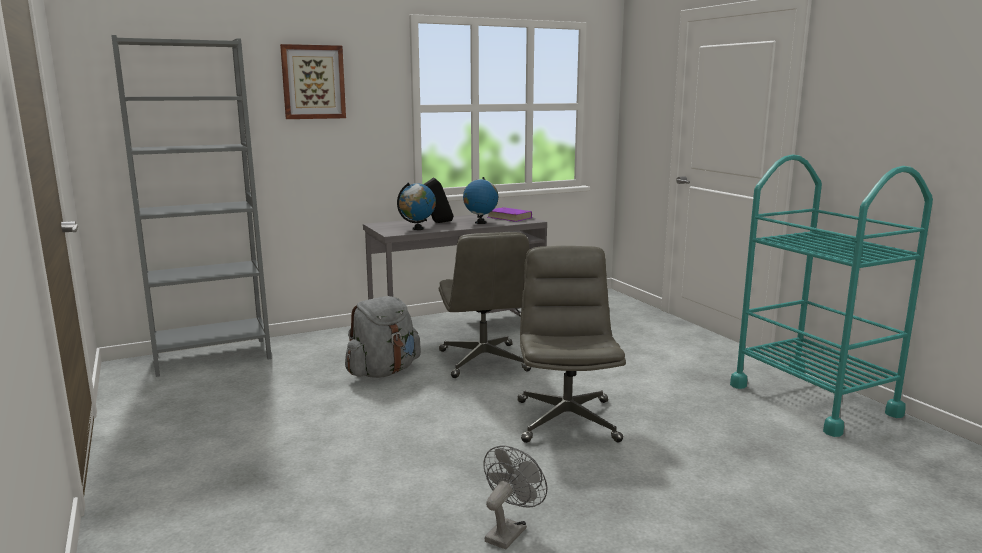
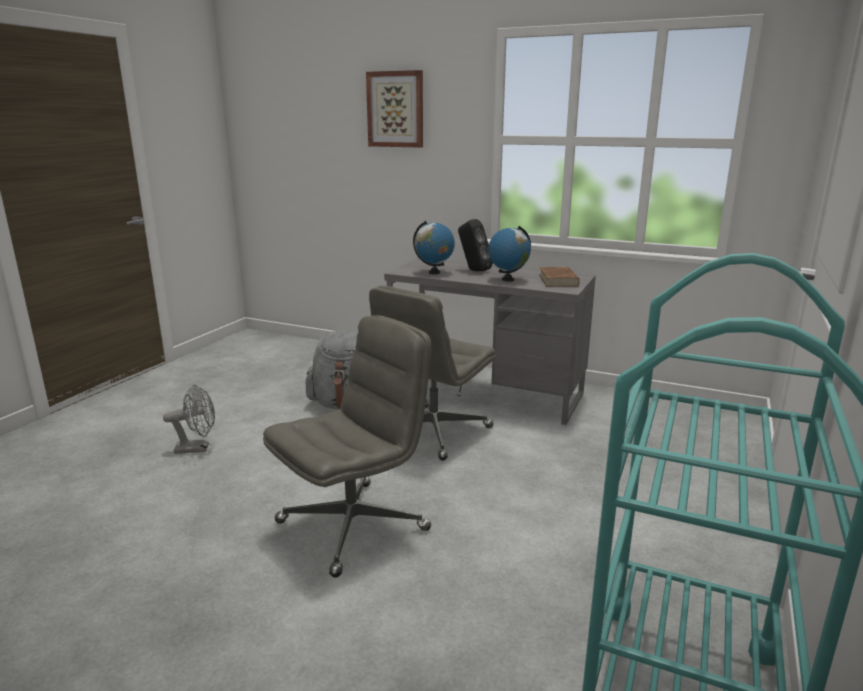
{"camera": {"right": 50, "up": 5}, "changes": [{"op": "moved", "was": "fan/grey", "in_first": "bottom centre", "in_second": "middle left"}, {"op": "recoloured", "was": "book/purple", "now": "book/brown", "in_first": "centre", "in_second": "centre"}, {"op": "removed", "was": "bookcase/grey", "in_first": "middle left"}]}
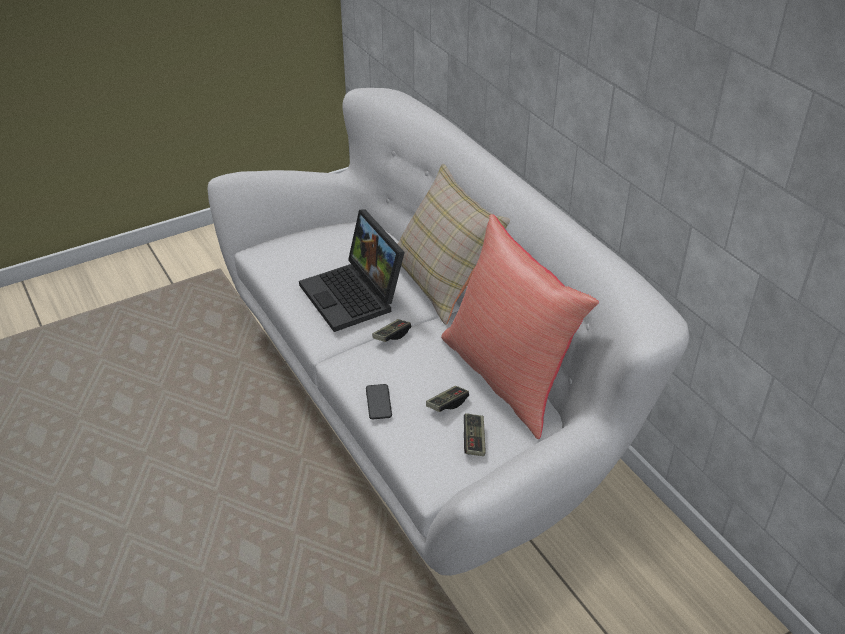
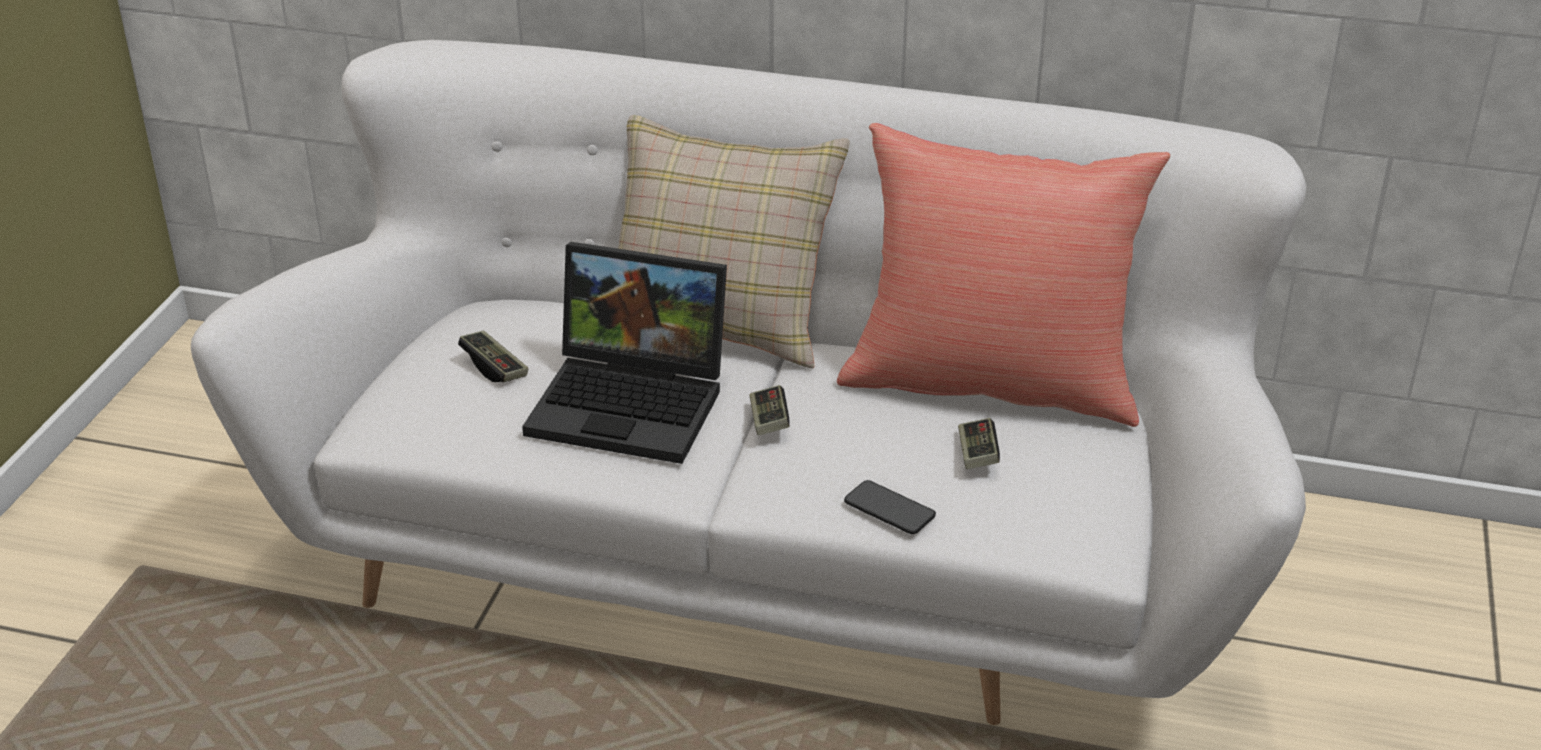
{"camera": {"right": -45, "up": -5}, "changes": [{"op": "moved", "was": "game controller (3rd from left in the first image)", "now": "game controller (1st from left)", "in_first": "bottom centre", "in_second": "middle left"}]}
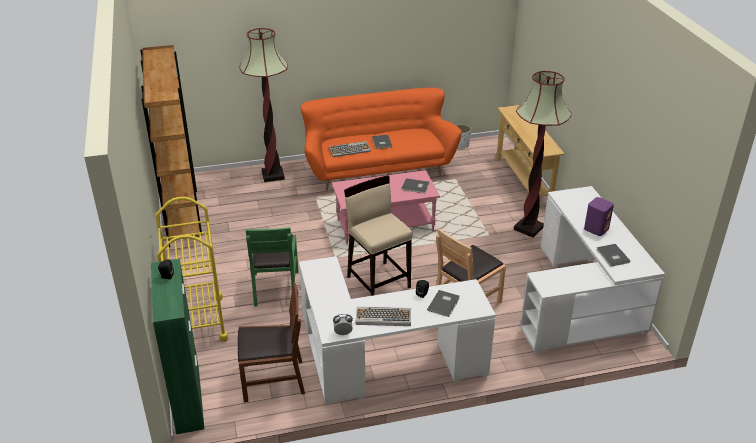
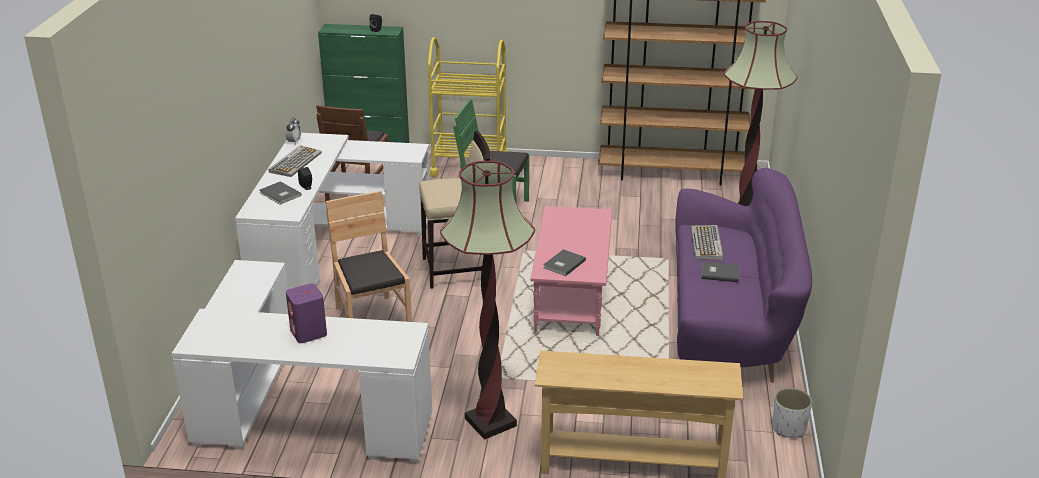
{"camera": {"right": 110, "up": -5}, "changes": [{"op": "recoloured", "was": "sofa/orange", "now": "sofa/purple", "in_first": "top centre", "in_second": "middle right"}, {"op": "removed", "was": "book/grey (4th from left)", "in_first": "middle right"}]}
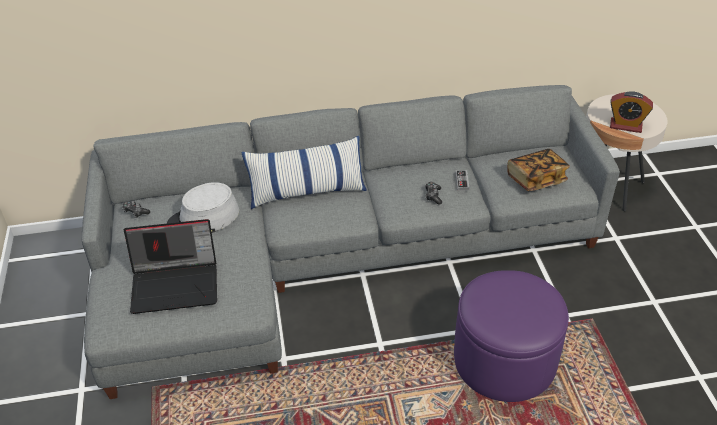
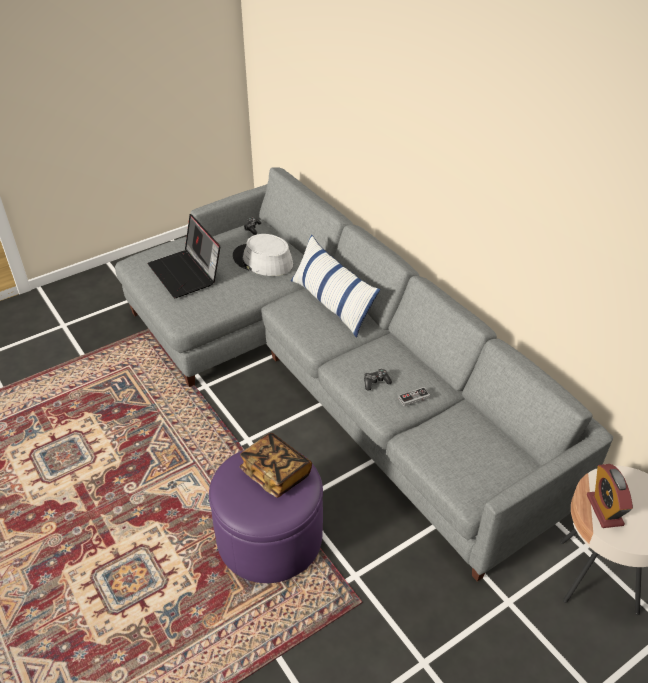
{"camera": {"right": 65, "up": 0}, "changes": [{"op": "moved", "was": "book", "in_first": "middle right", "in_second": "bottom centre"}]}
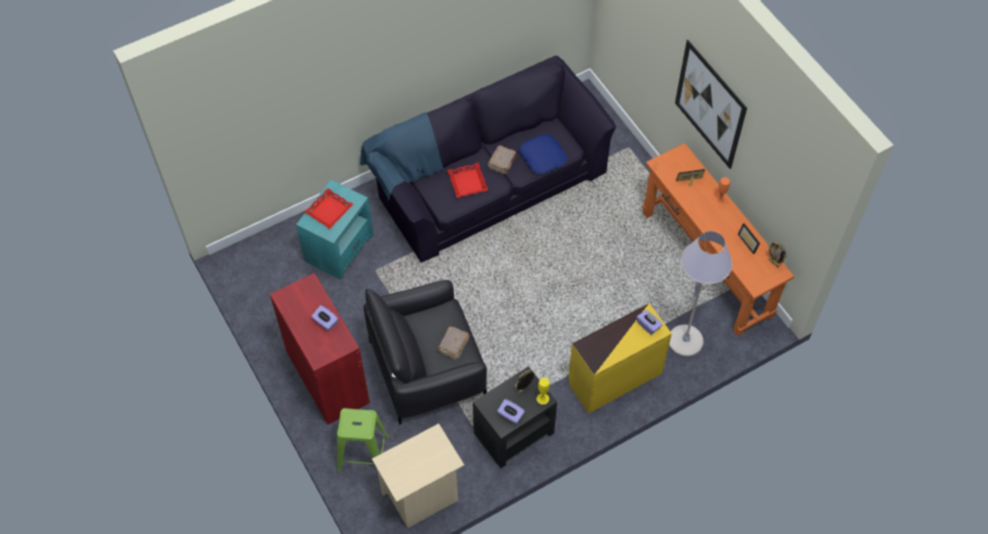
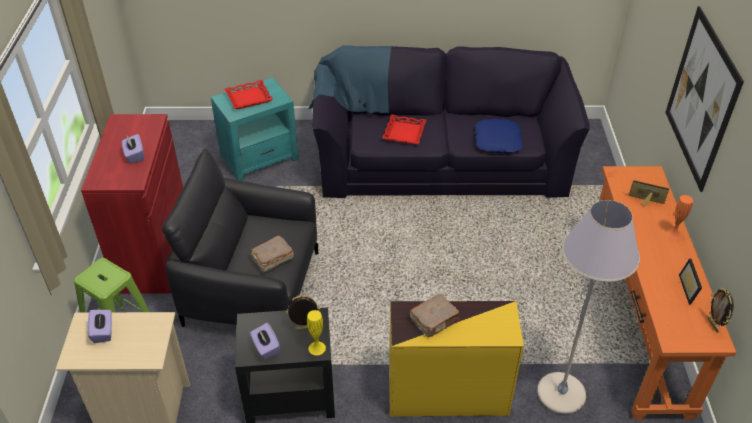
{"camera": {"right": 30, "up": -15}, "changes": [{"op": "moved", "was": "tissue box/purple (3rd from left in the first image)", "now": "tissue box/purple (1st from left)", "in_first": "centre", "in_second": "bottom left"}, {"op": "moved", "was": "book/brown (2nd from left)", "in_first": "top centre", "in_second": "bottom centre"}]}
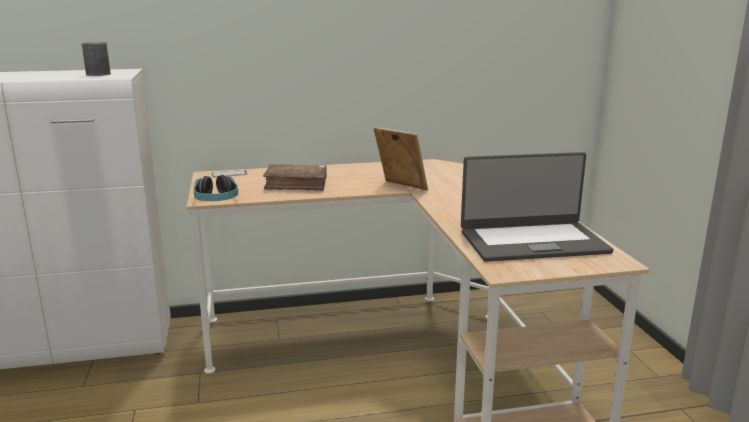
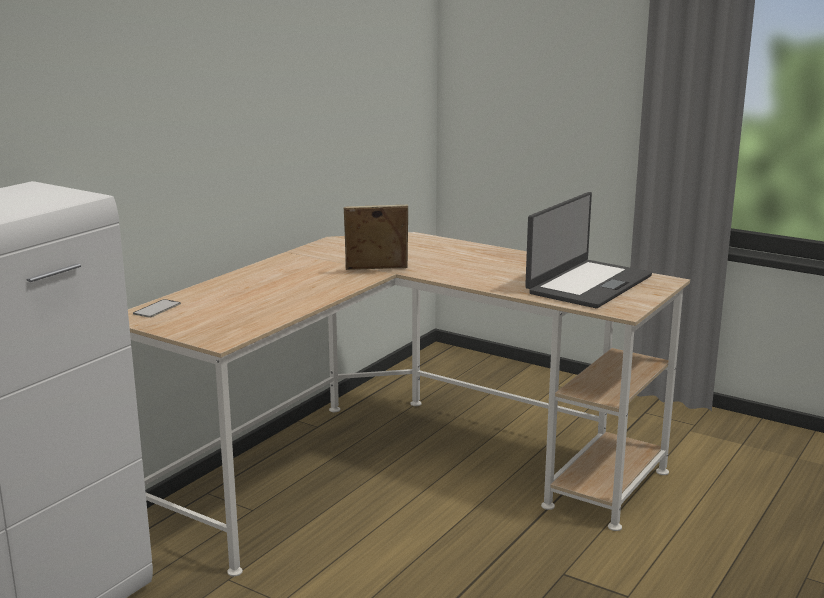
{"camera": {"right": -45, "up": 0}, "changes": [{"op": "removed", "was": "can", "in_first": "top left"}, {"op": "removed", "was": "headphones", "in_first": "middle left"}, {"op": "removed", "was": "book/brown", "in_first": "centre"}]}
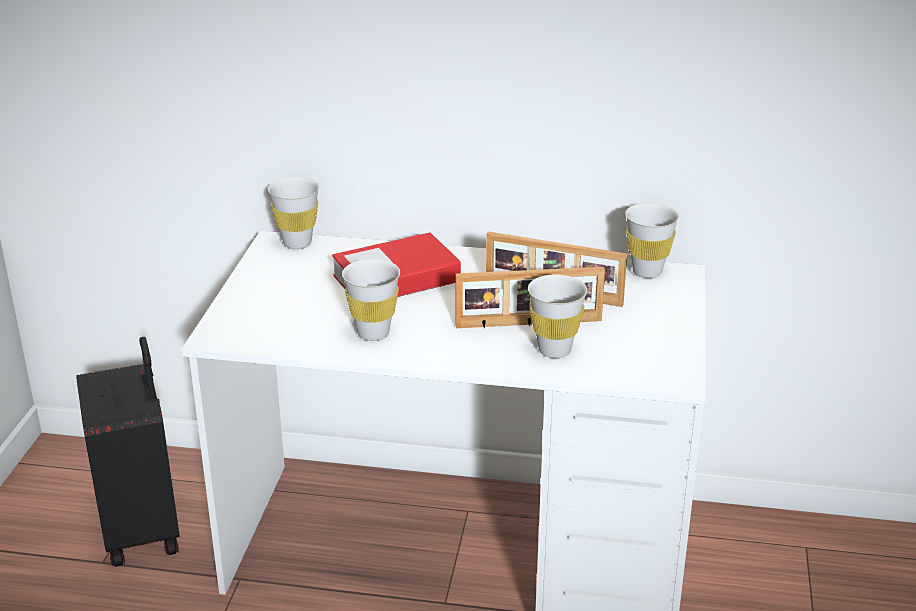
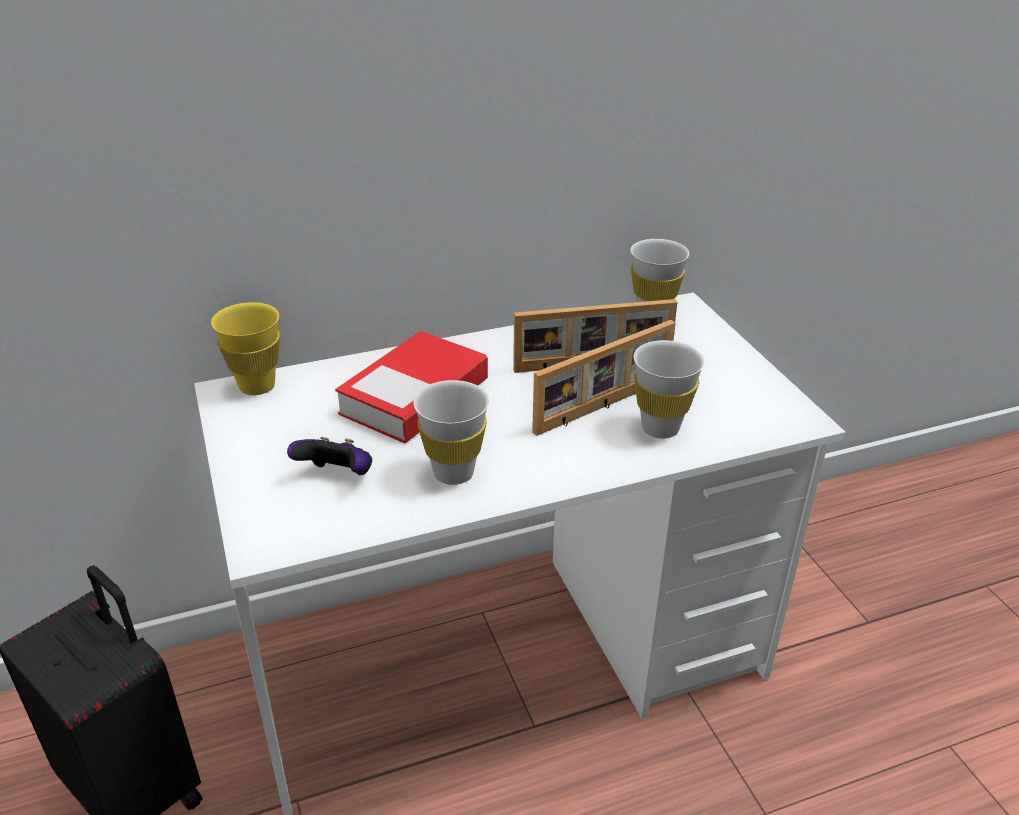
{"camera": {"right": -30, "up": 5}, "changes": [{"op": "recoloured", "was": "cup/white (1st from left)", "now": "cup/yellow", "in_first": "middle left", "in_second": "middle left"}, {"op": "added", "now": "game controller", "in_second": "middle left"}]}
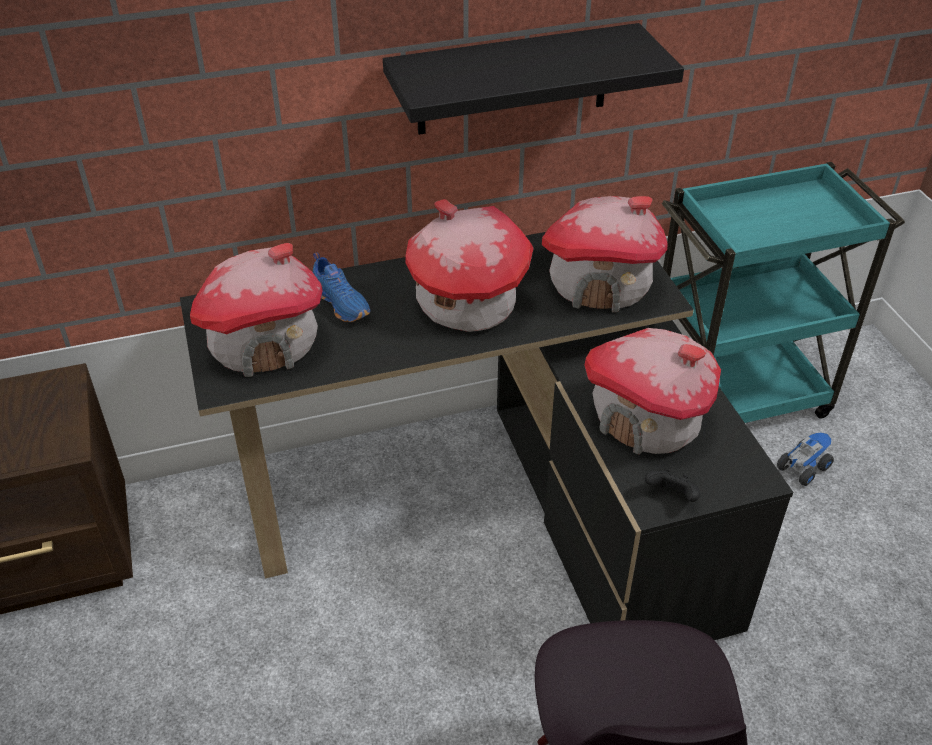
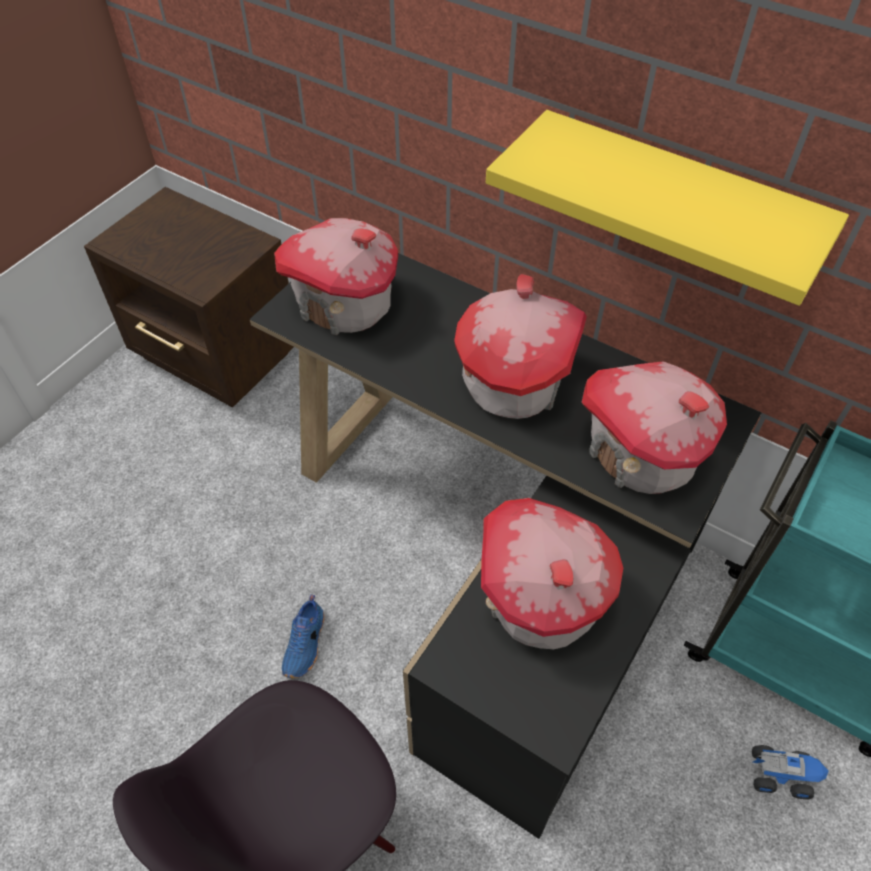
{"camera": {"right": 50, "up": 10}, "changes": [{"op": "moved", "was": "shoe/blue", "in_first": "centre", "in_second": "bottom centre"}, {"op": "recoloured", "was": "shelf/black", "now": "shelf/yellow", "in_first": "top centre", "in_second": "top right"}, {"op": "removed", "was": "game controller/black", "in_first": "middle right"}]}
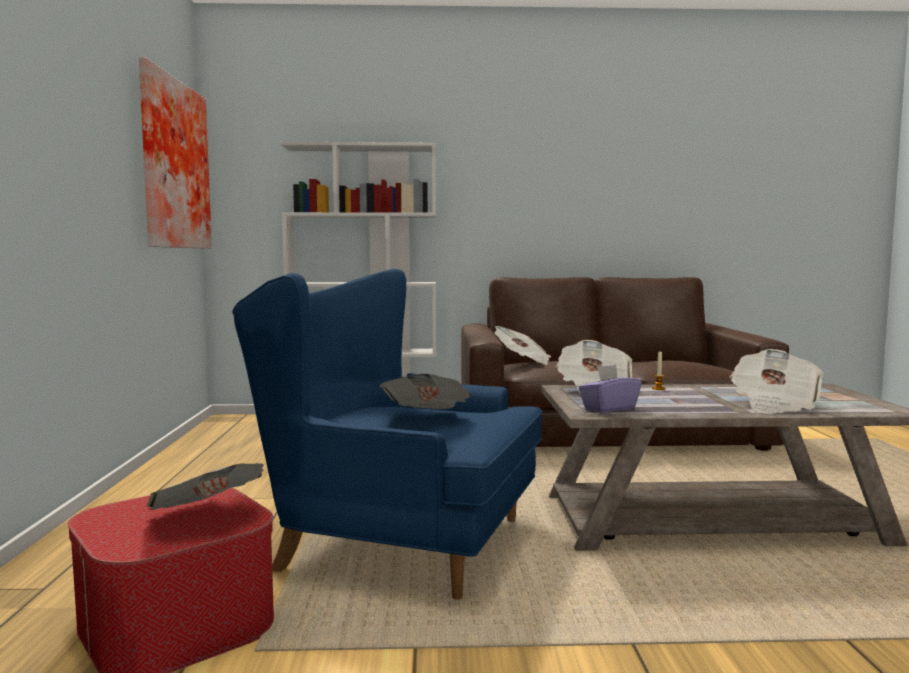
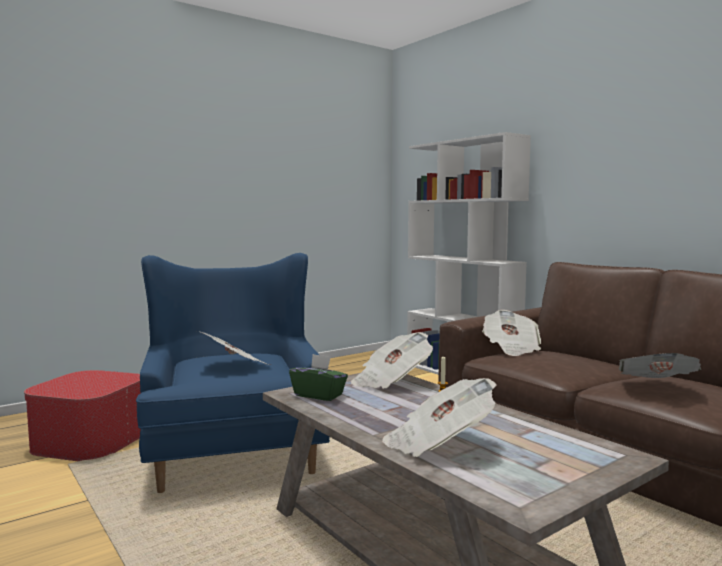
{"camera": {"right": 55, "up": 0}, "changes": [{"op": "recoloured", "was": "tissue box/purple", "now": "tissue box/green", "in_first": "middle right", "in_second": "centre"}, {"op": "moved", "was": "newspaper (1st from left in the first image)", "now": "newspaper (5th from left)", "in_first": "bottom left", "in_second": "middle right"}, {"op": "removed", "was": "picture", "in_first": "top left"}]}
